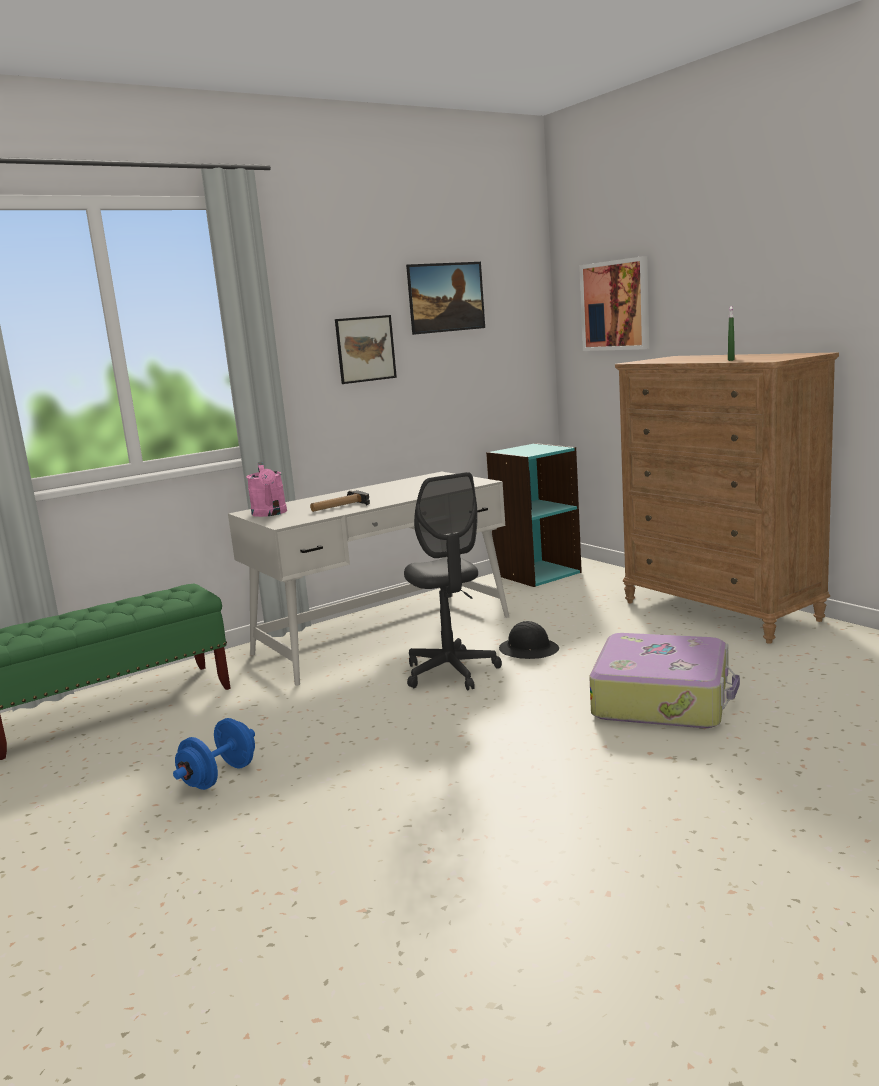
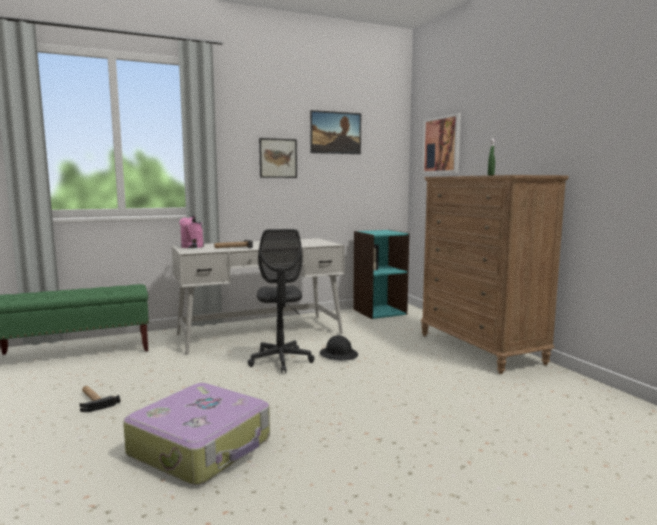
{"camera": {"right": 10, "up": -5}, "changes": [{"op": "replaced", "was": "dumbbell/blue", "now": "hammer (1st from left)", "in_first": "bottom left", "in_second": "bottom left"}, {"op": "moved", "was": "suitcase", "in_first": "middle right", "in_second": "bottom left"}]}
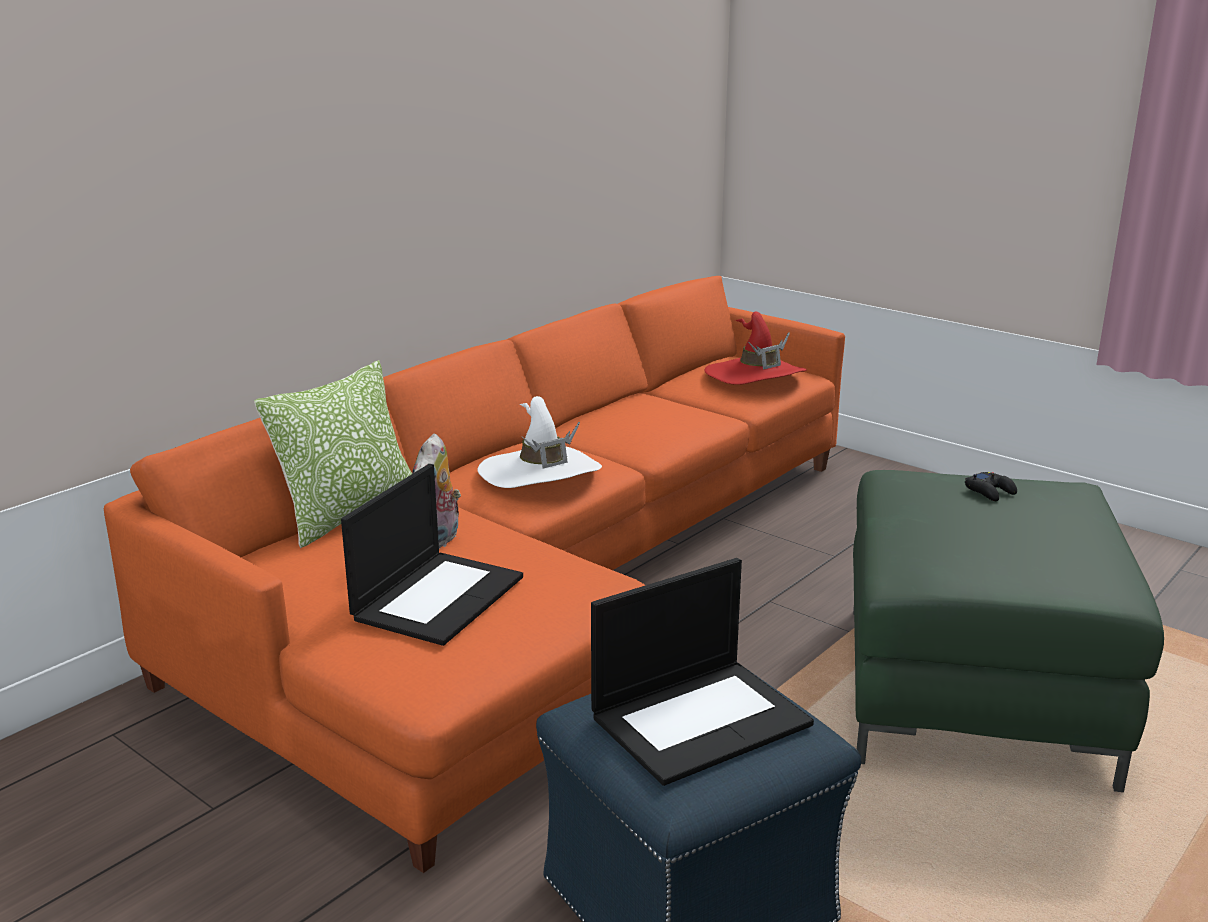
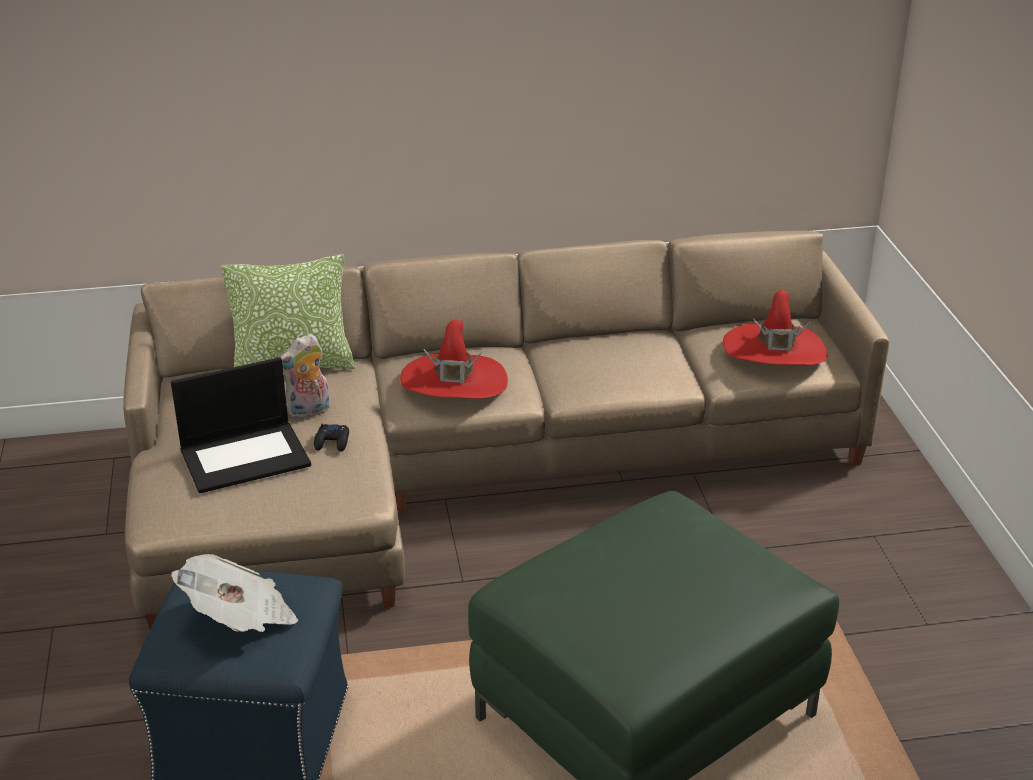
{"camera": {"right": 40, "up": 10}, "changes": [{"op": "recoloured", "was": "sofa/orange", "now": "sofa/beige", "in_first": "centre", "in_second": "centre"}, {"op": "replaced", "was": "laptop (2nd from left)", "now": "newspaper", "in_first": "bottom centre", "in_second": "bottom left"}, {"op": "moved", "was": "game controller/black", "in_first": "middle right", "in_second": "middle left"}, {"op": "recoloured", "was": "hat/white", "now": "hat/red (1st from left)", "in_first": "centre", "in_second": "centre"}]}
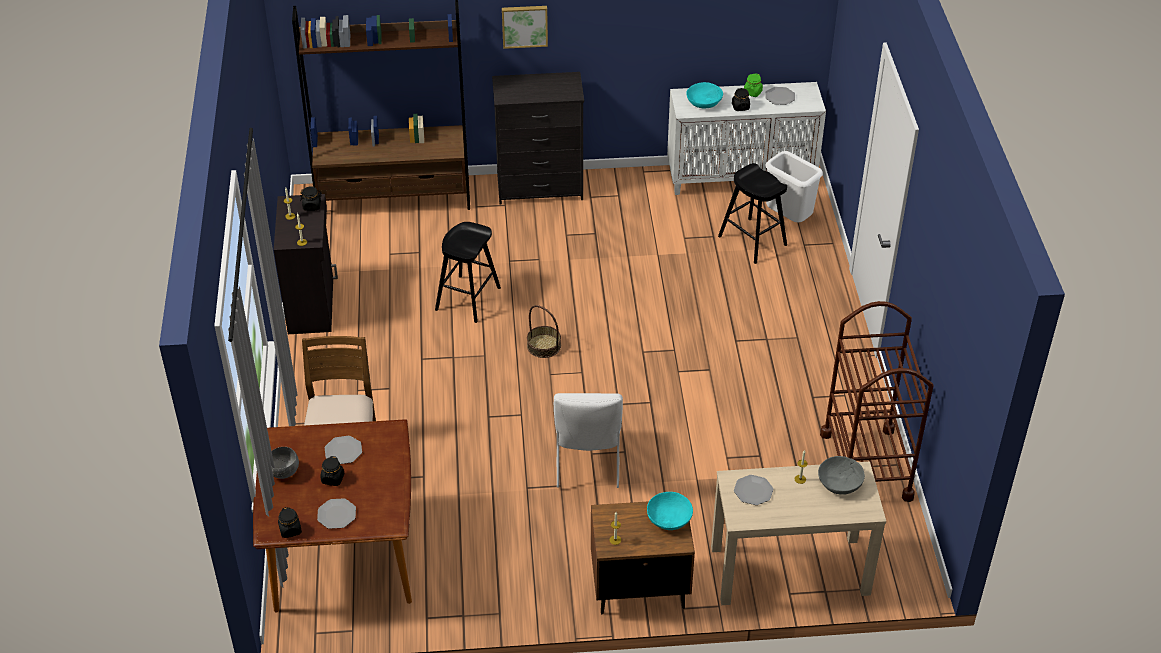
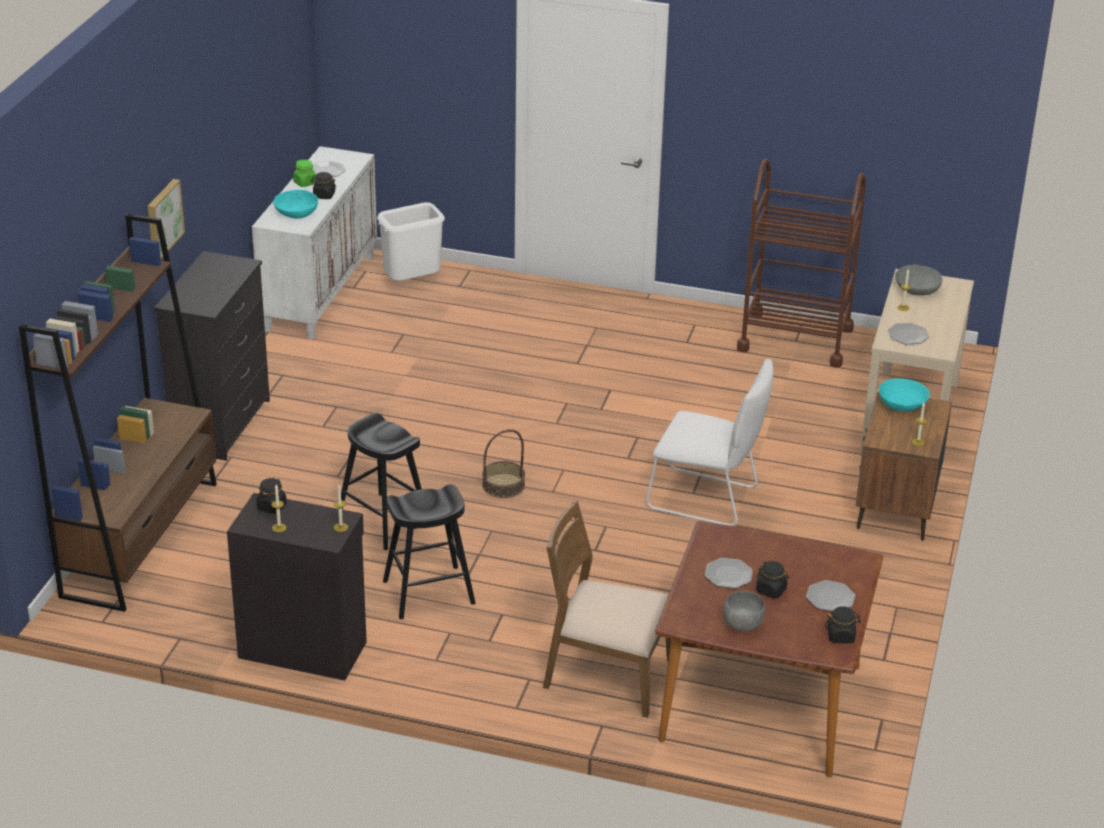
{"camera": {"right": -70, "up": -10}, "changes": [{"op": "moved", "was": "stool/black (2nd from left)", "in_first": "top centre", "in_second": "centre"}]}
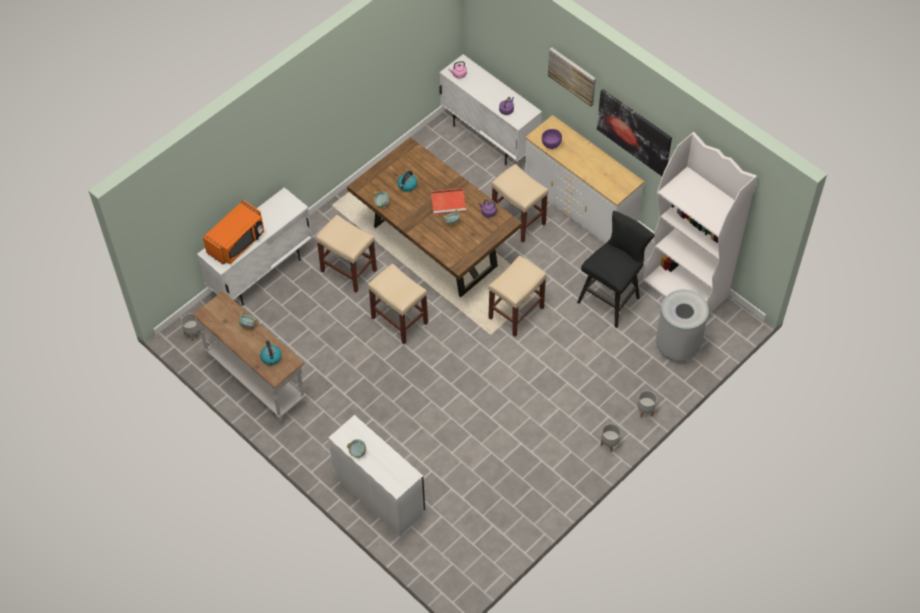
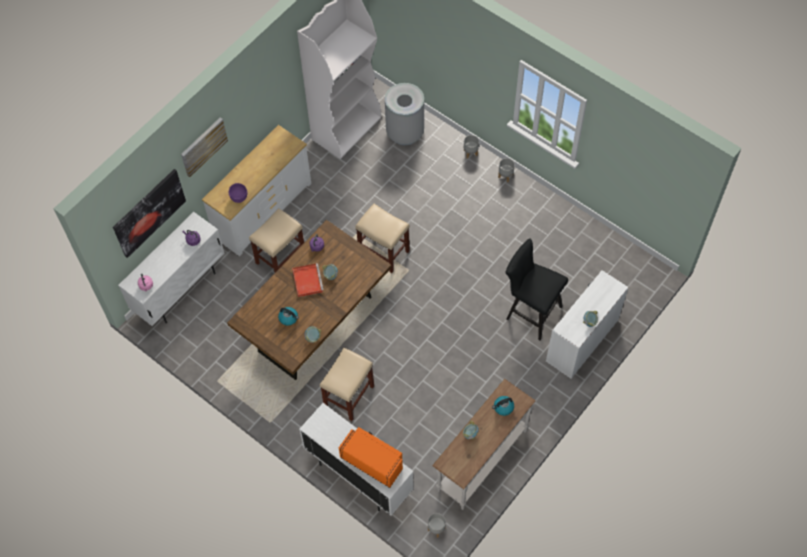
{"camera": {"right": -95, "up": 5}, "changes": [{"op": "moved", "was": "picture (2nd from left in the first image)", "now": "picture (1st from left)", "in_first": "top right", "in_second": "middle left"}, {"op": "moved", "was": "stool/black", "in_first": "middle right", "in_second": "centre"}, {"op": "removed", "was": "stool/beige (2nd from left)", "in_first": "centre"}]}
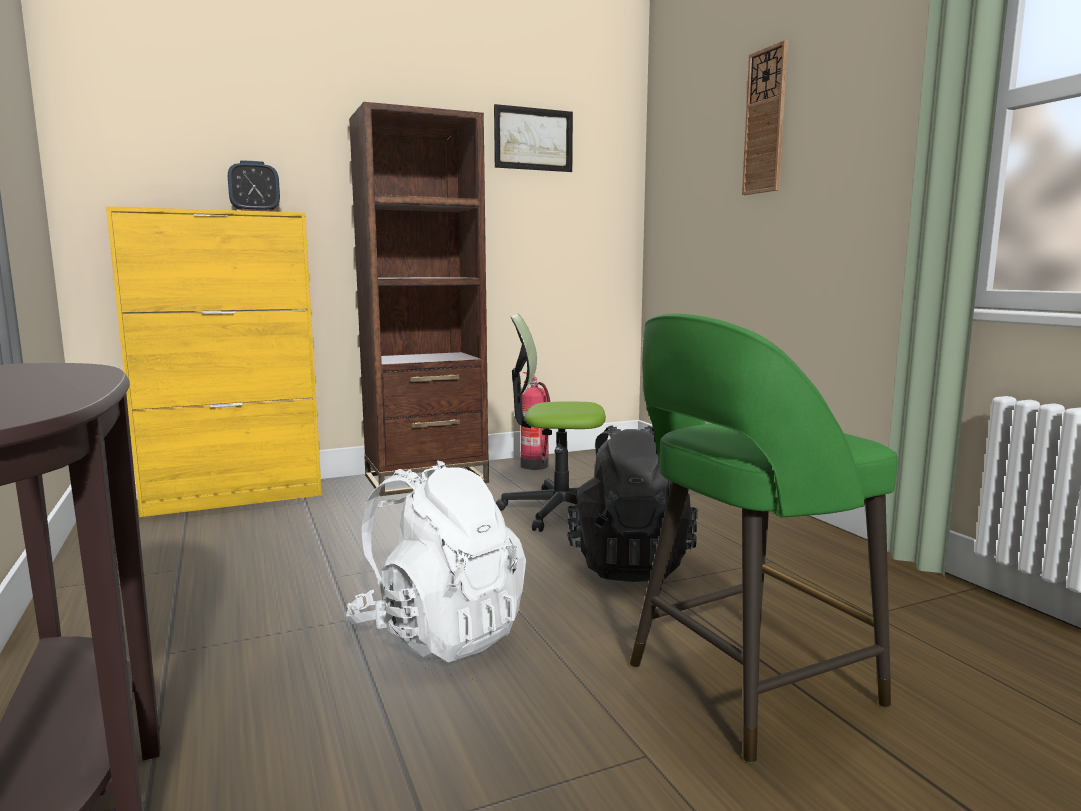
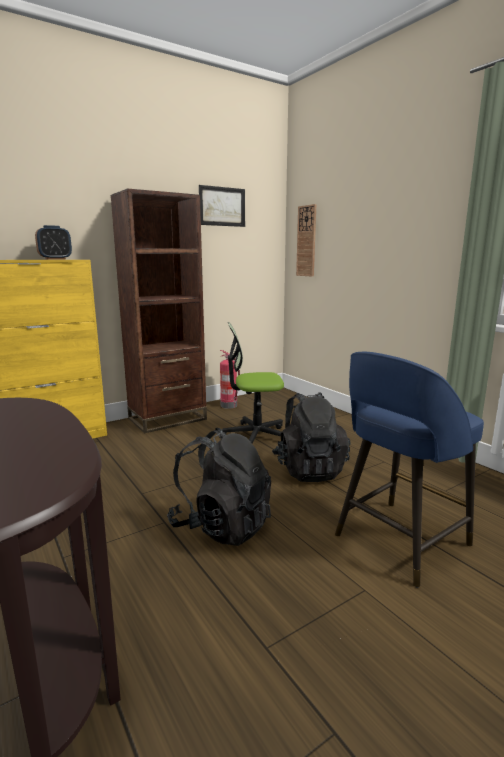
{"camera": {"right": -10, "up": 5}, "changes": [{"op": "recoloured", "was": "backpack/white", "now": "backpack/black (1st from left)", "in_first": "bottom centre", "in_second": "centre"}, {"op": "moved", "was": "wall clock", "in_first": "top right", "in_second": "top centre"}, {"op": "recoloured", "was": "stool/green", "now": "stool/blue", "in_first": "middle right", "in_second": "middle right"}]}
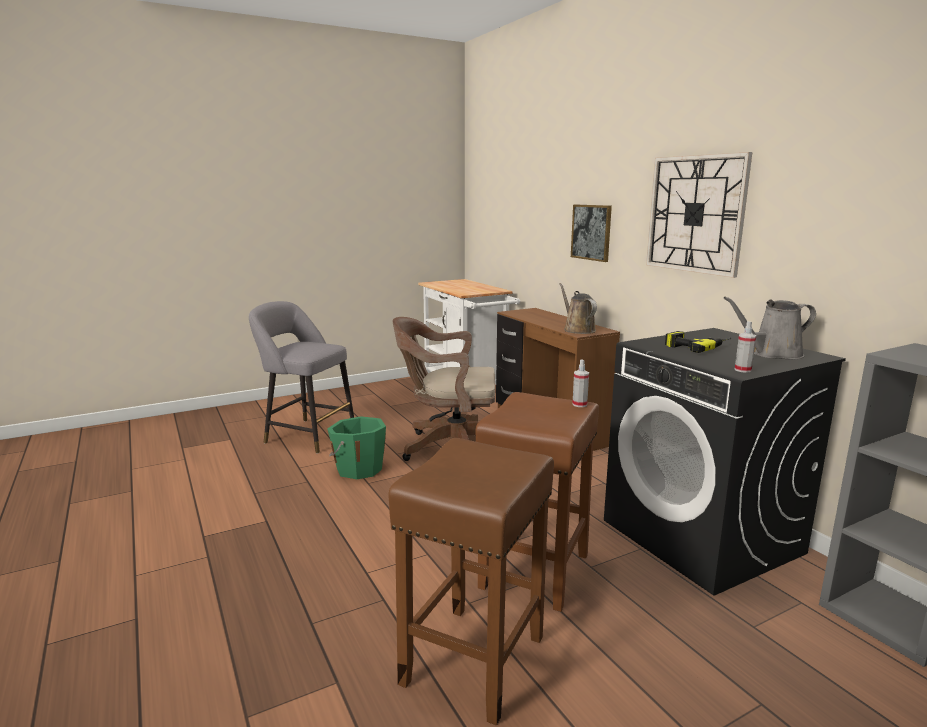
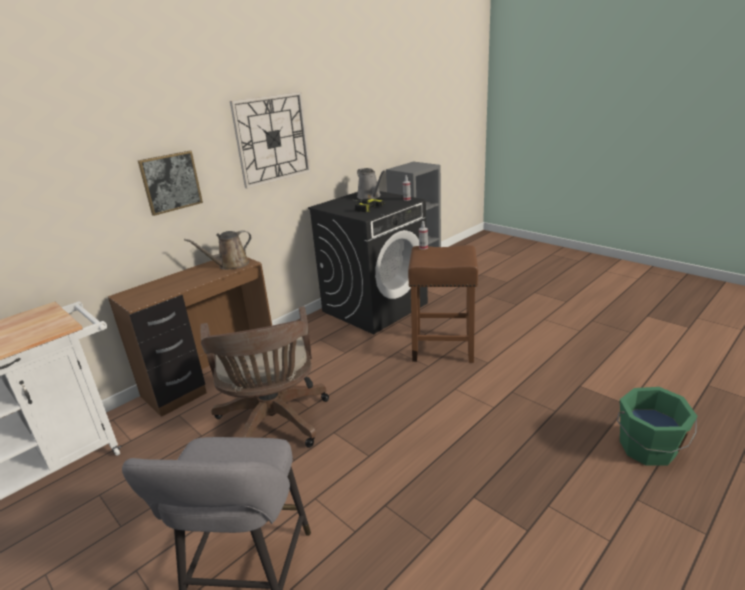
{"camera": {"right": -105, "up": 10}, "changes": [{"op": "moved", "was": "bucket/green", "in_first": "centre", "in_second": "bottom right"}, {"op": "removed", "was": "stool/brown (1st from left)", "in_first": "bottom centre"}]}
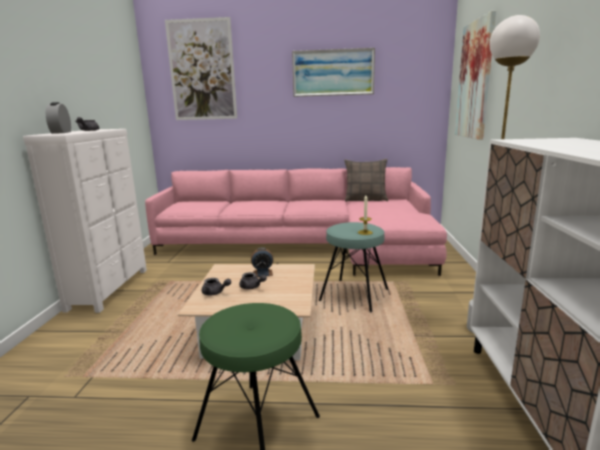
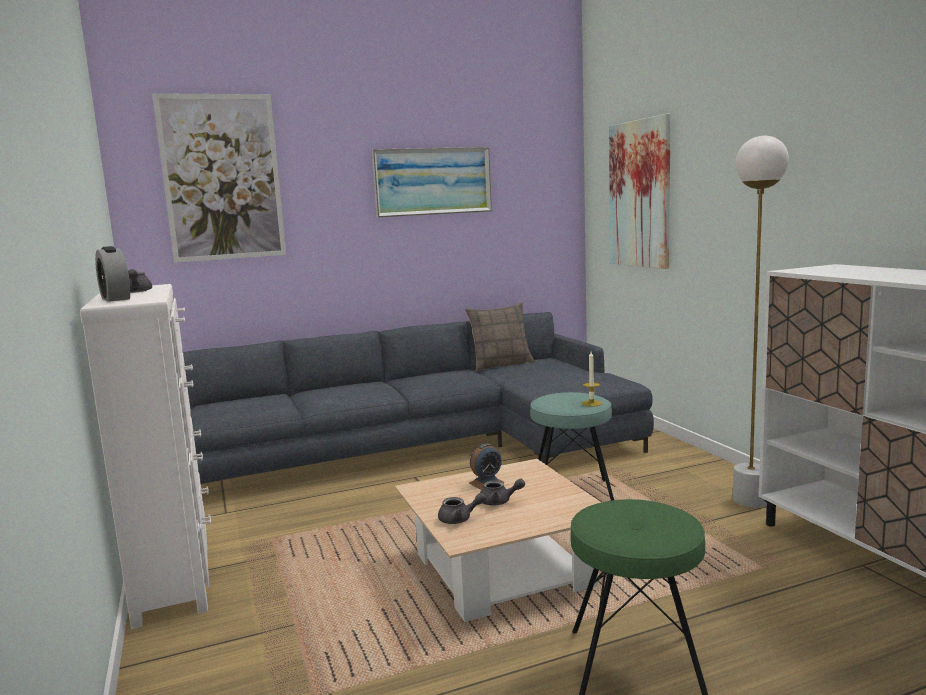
{"camera": {"right": -25, "up": -5}, "changes": [{"op": "recoloured", "was": "sofa/pink", "now": "sofa/grey", "in_first": "centre", "in_second": "centre"}]}
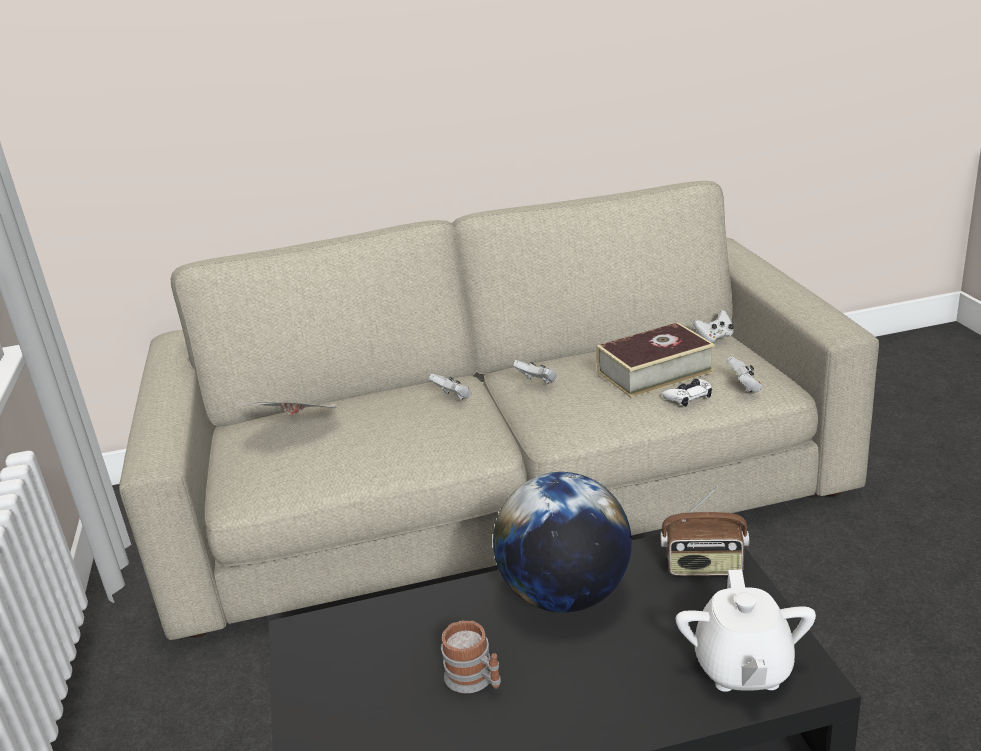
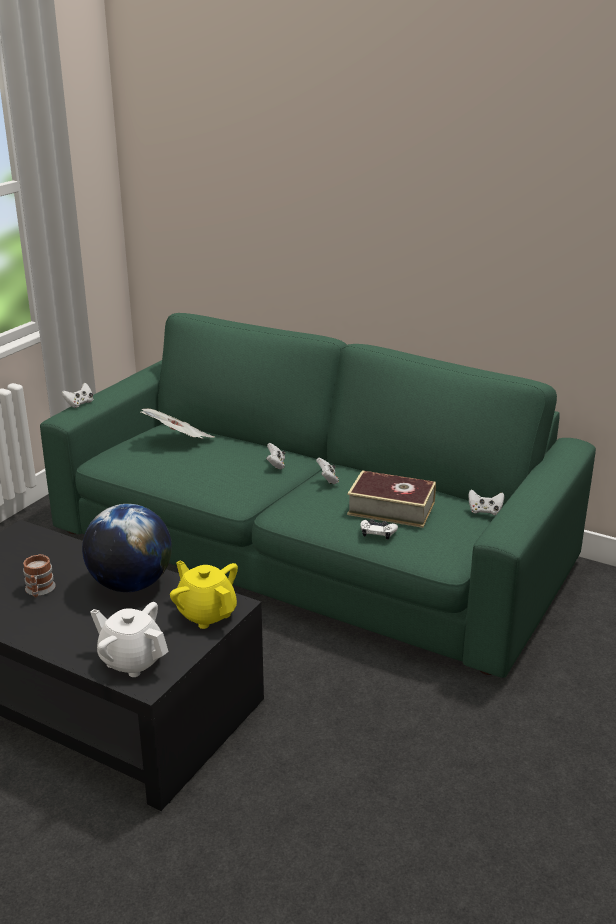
{"camera": {"right": 40, "up": 0}, "changes": [{"op": "recoloured", "was": "sofa/beige", "now": "sofa/green", "in_first": "centre", "in_second": "centre"}, {"op": "moved", "was": "game controller/white (5th from left in the first image)", "now": "game controller/white (1st from left)", "in_first": "middle right", "in_second": "middle left"}, {"op": "turned", "was": "teapot/white", "in_first": "bottom right", "in_second": "bottom left", "clockwise": 75}, {"op": "replaced", "was": "radio", "now": "teapot/yellow", "in_first": "bottom right", "in_second": "middle left"}]}
